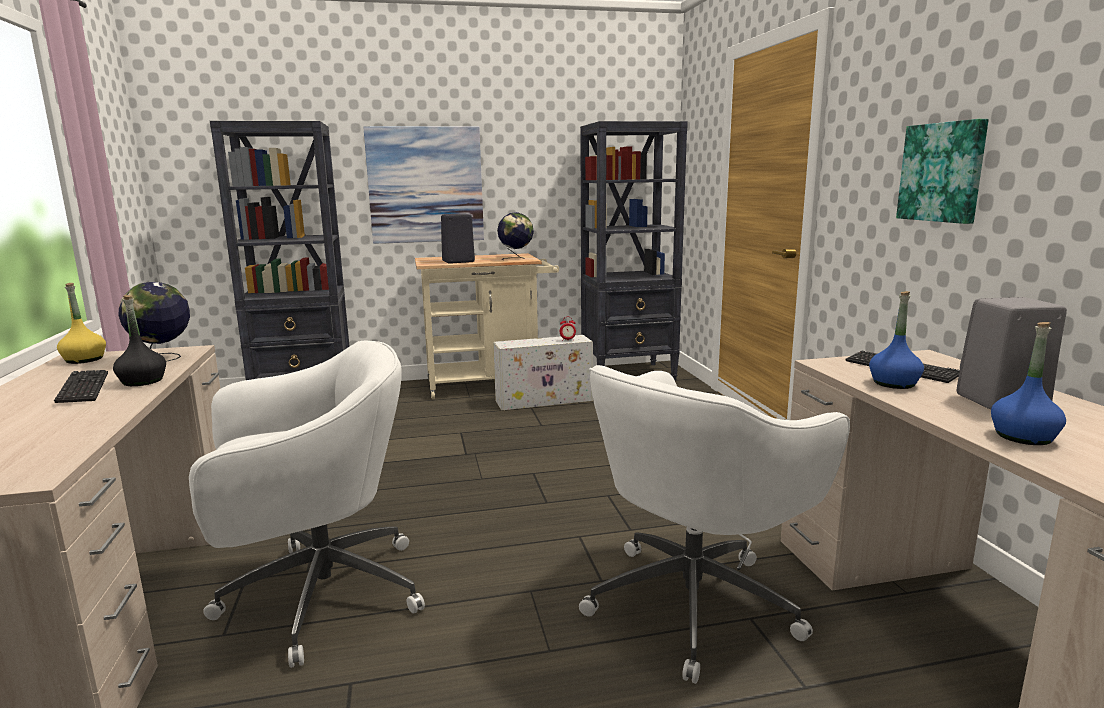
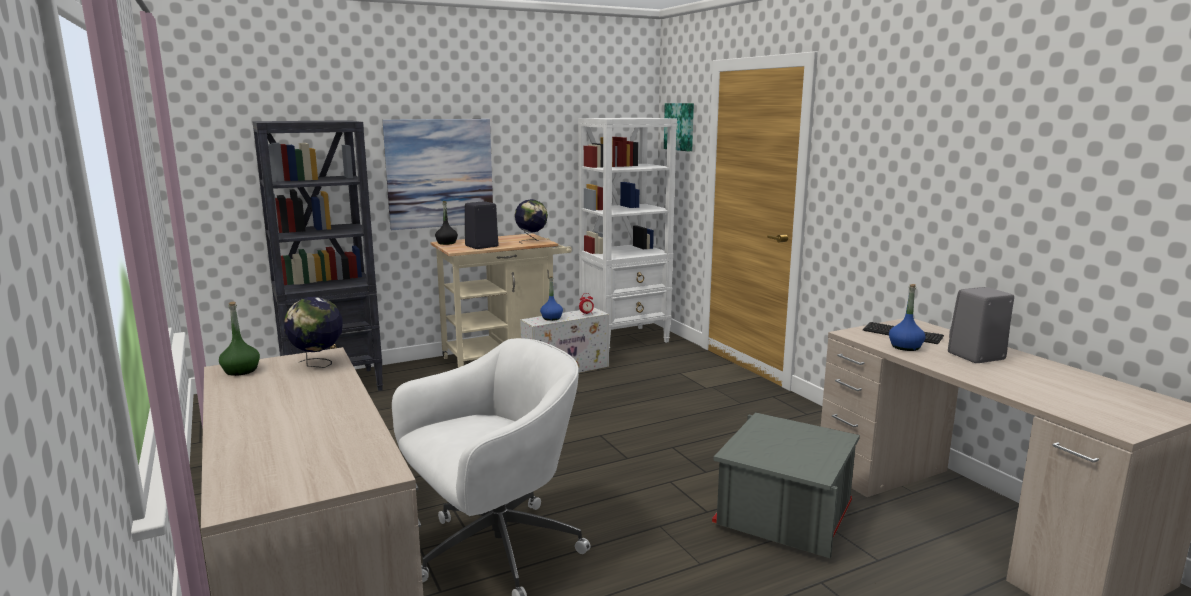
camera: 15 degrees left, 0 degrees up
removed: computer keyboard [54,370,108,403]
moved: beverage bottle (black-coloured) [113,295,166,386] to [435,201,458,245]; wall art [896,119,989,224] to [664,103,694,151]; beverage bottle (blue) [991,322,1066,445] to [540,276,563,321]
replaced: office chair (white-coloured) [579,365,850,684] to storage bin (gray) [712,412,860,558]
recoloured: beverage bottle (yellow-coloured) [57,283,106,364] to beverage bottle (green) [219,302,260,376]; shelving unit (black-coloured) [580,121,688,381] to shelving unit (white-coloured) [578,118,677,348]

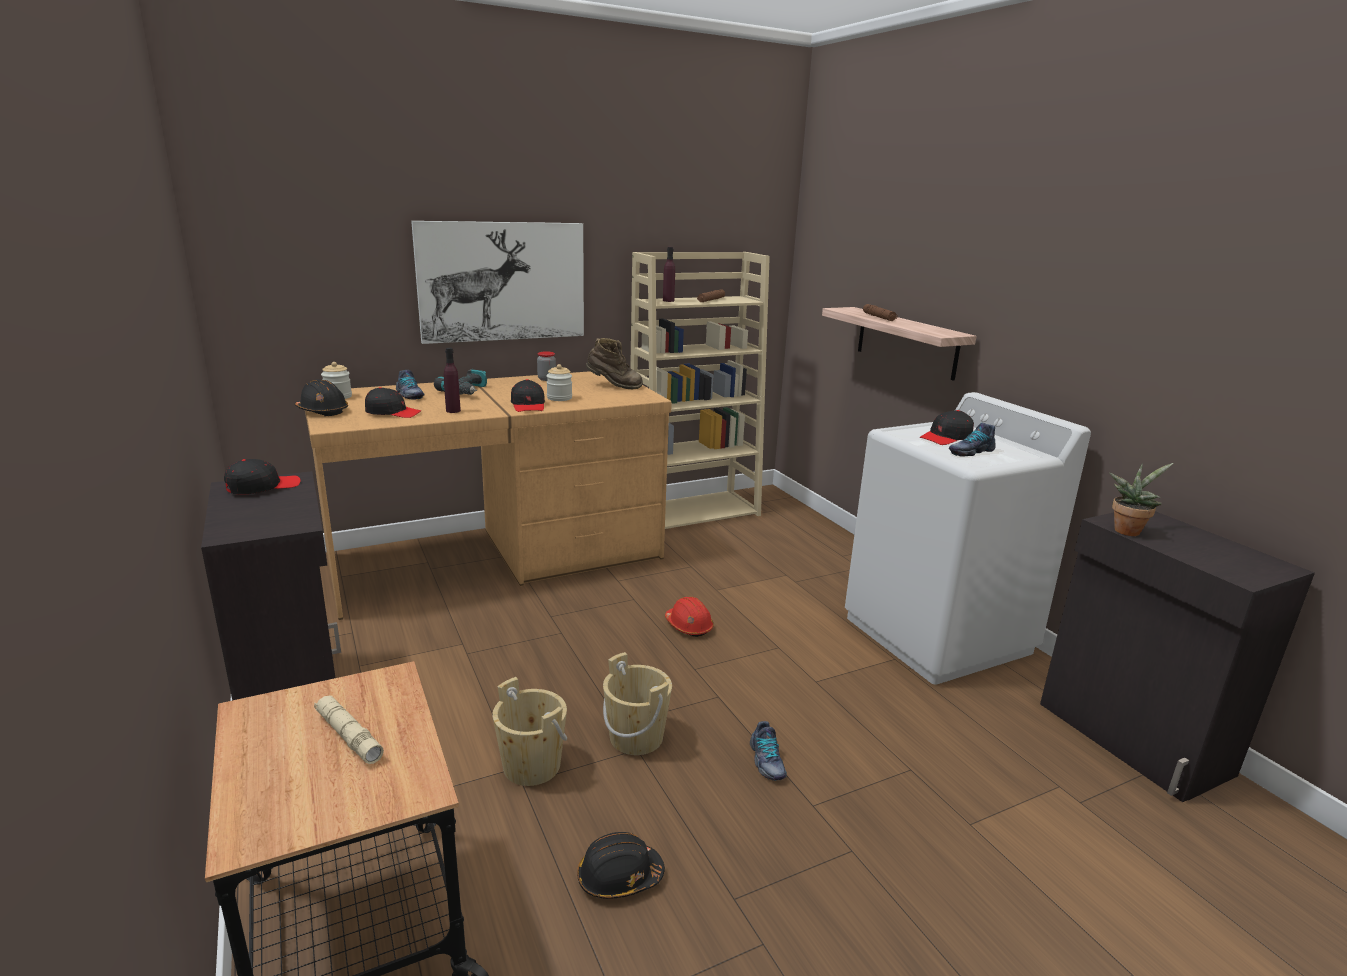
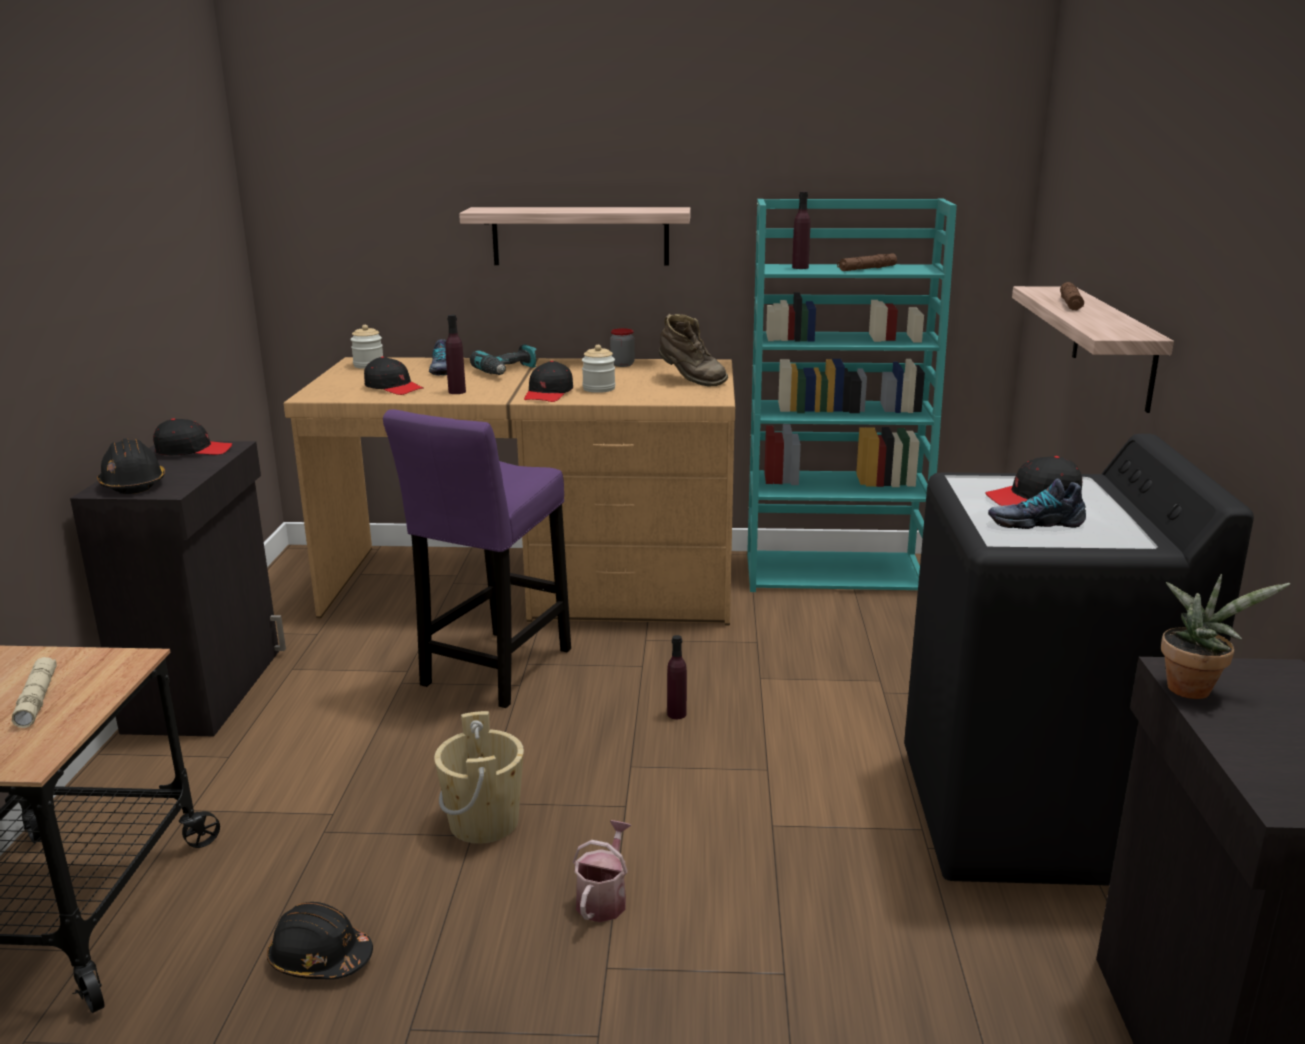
camera: 30 degrees right, 0 degrees up
removed: pail (beige) [492,677,567,786]
added: stool (purplish) [383,409,571,708]
moved: hard hat (black-coloured) [295,379,348,416] to [97,438,165,494]
replaced: wall art [411,221,584,344] to bracket shelf [459,207,691,266]; hard hat (red-coloured) [665,597,714,637] to beverage bottle (purplish) [667,635,687,719]; shoe [750,721,787,781] to sprinkling can [573,820,631,922]
recoloured: shelving unit (beige) [630,252,770,529] to shelving unit (turquoise-coloured) [747,199,957,592]; laundry appliance (white-coloured) [845,392,1091,685] to laundry appliance (black-coloured) [904,434,1254,886]

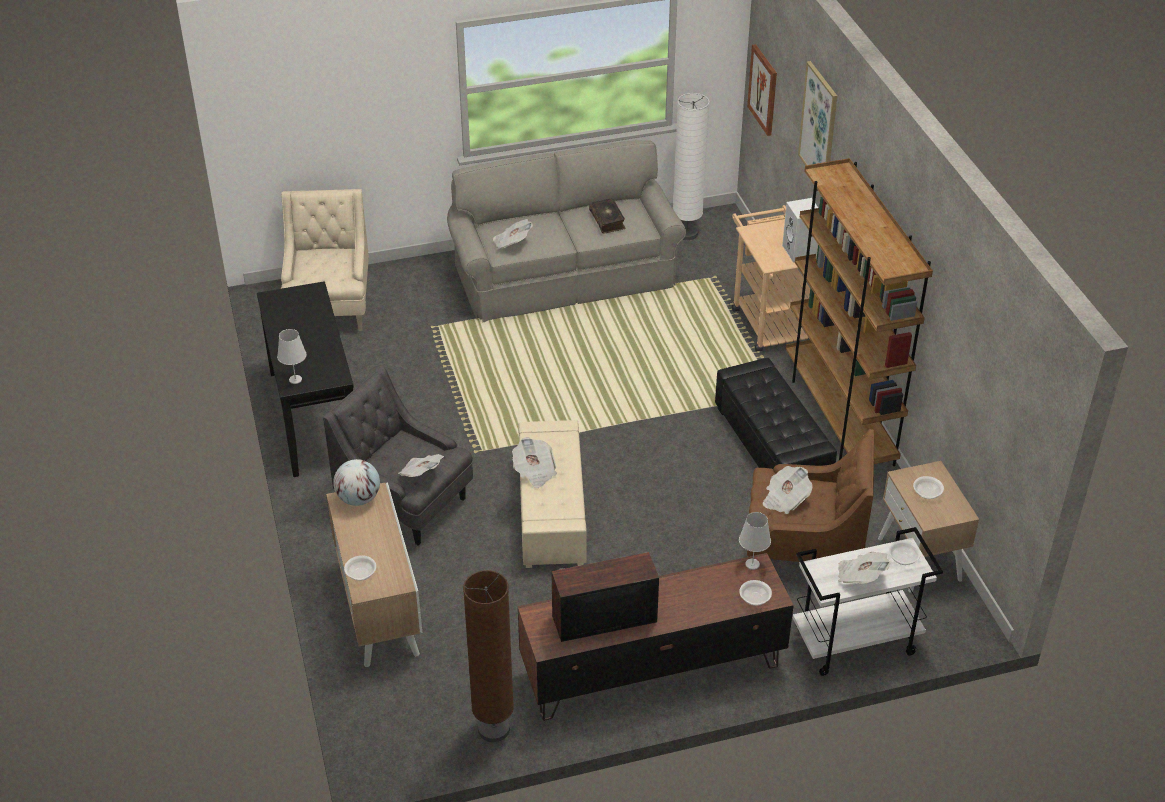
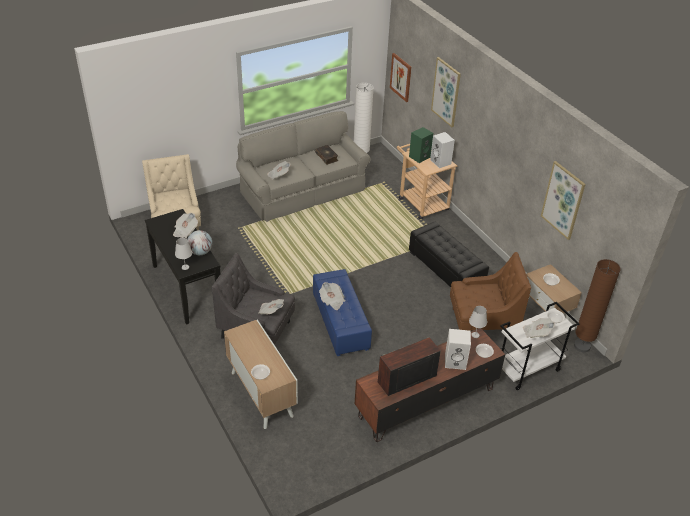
camera: 15 degrees left, 0 degrees up
removed: shelving unit (brownish) [786,158,933,466]
added: speaker (green) [409,127,433,163]; speaker (white-coloured) [445,329,471,370]; wall art [541,161,585,240]
moved: world globe [333,459,380,506] to [187,230,212,255]; standing lamp (brownish) [463,570,514,742] to [574,259,620,352]; daily paper [763,466,813,514] to [173,213,198,238]
recoloured: footrest (beige) [519,420,587,568] to footrest (blue) [313,269,372,356]

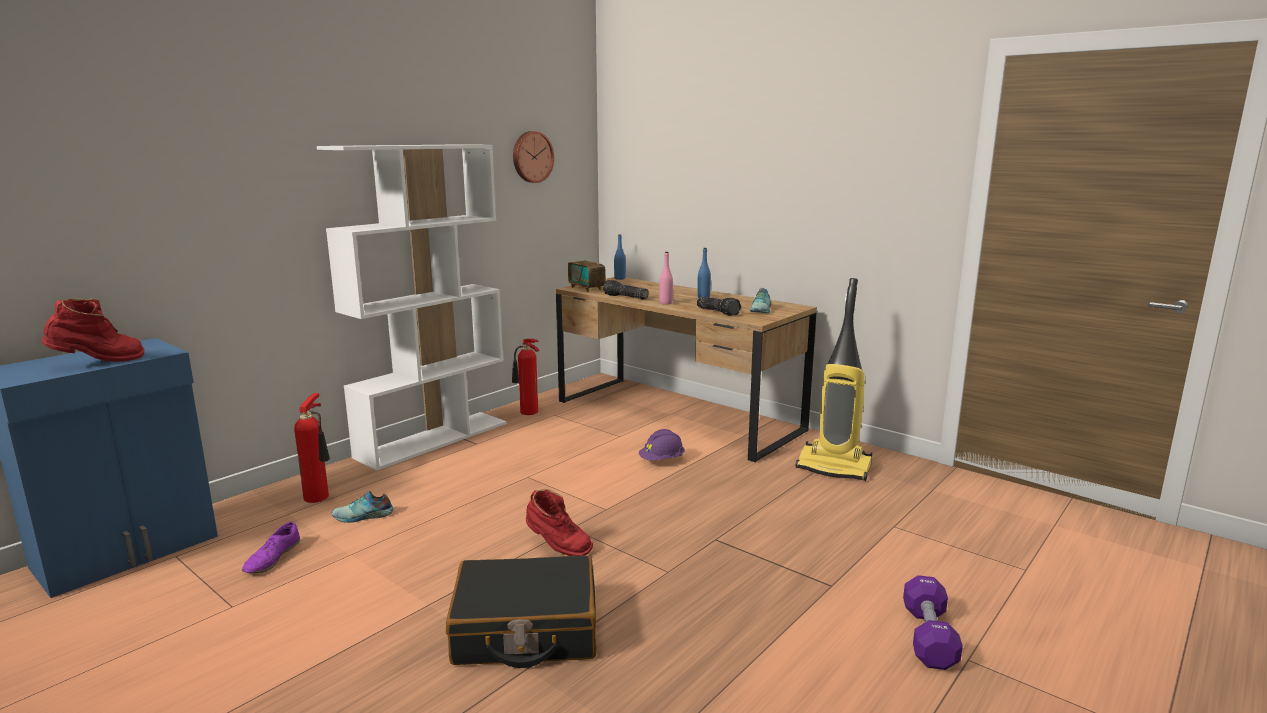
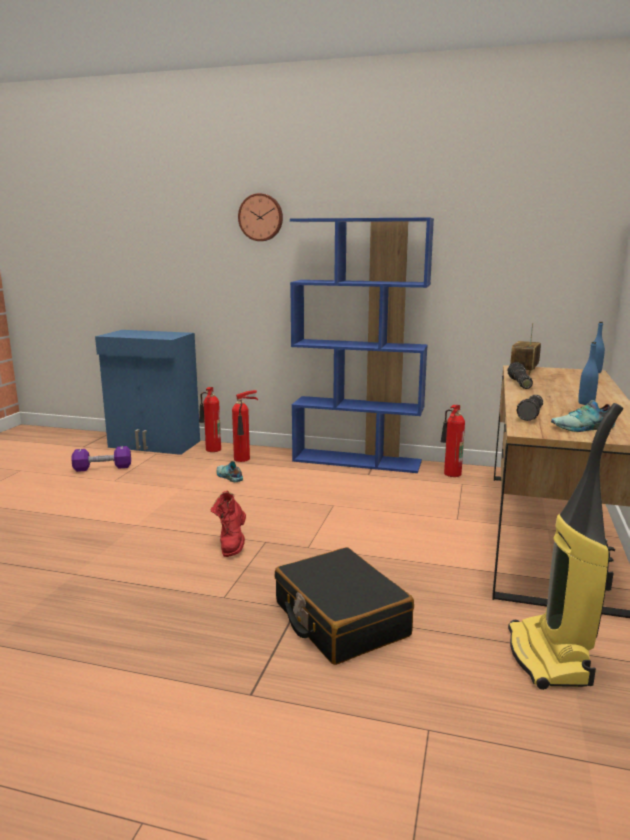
camera: 65 degrees right, 0 degrees up
removed: boot (red-coloured) [41,298,144,361]; shoe (purplish) [242,521,300,573]; hard hat (purplish) [639,429,685,460]; beverage bottle (pinkish) [659,252,673,305]
added: fire extinguisher [199,387,221,452]
moved: piece of luggage (black-coloured) [446,555,596,668] to [274,547,414,665]; clock on the wall [513,131,554,183] to [238,193,283,241]; free weight (purplish) [903,575,963,670] to [72,446,131,472]
recoloured: shelving unit (white-coloured) [317,144,506,471] to shelving unit (blue) [290,218,434,473]

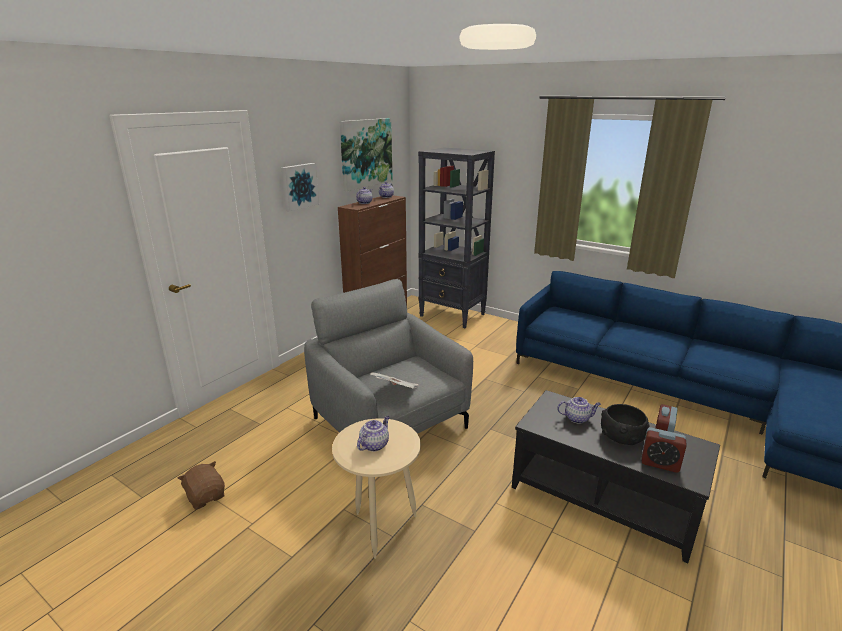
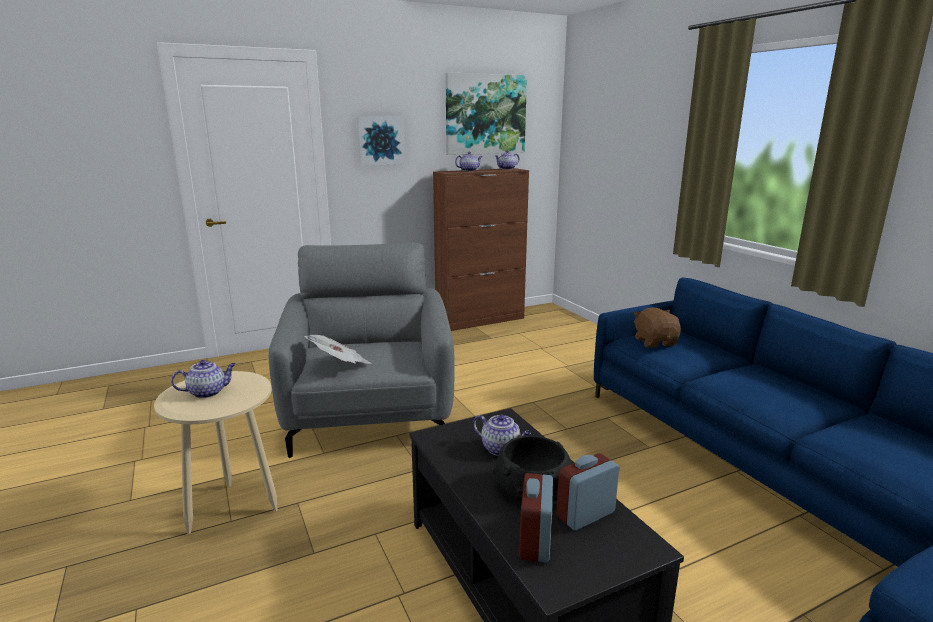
camera: 30 degrees right, 5 degrees down
removed: shelving unit (black-coloured) [418,148,495,328]
moved: cuddly toy (brownish) [178,461,225,510] to [633,307,681,348]
turned: alarm clock [641,427,687,473] = [519,473,553,562] 45 degrees clockwise

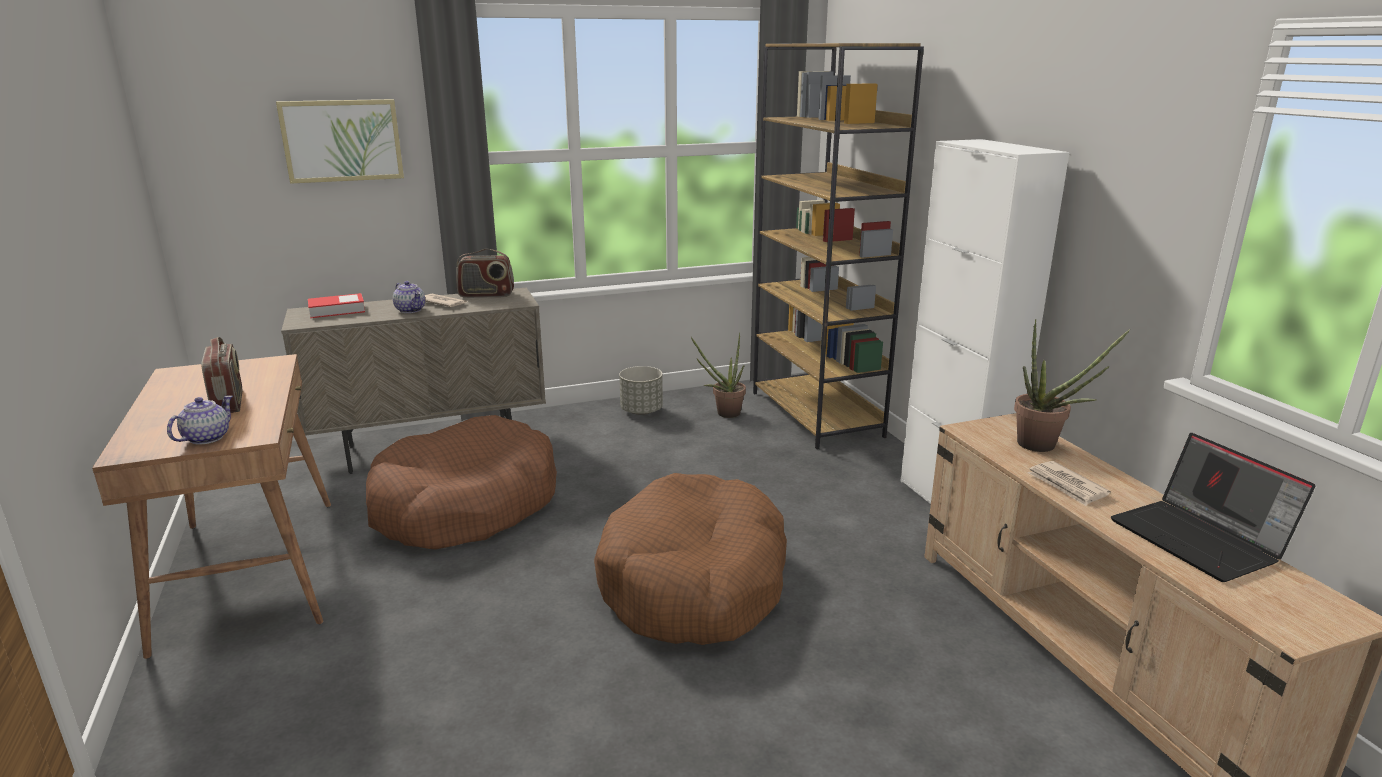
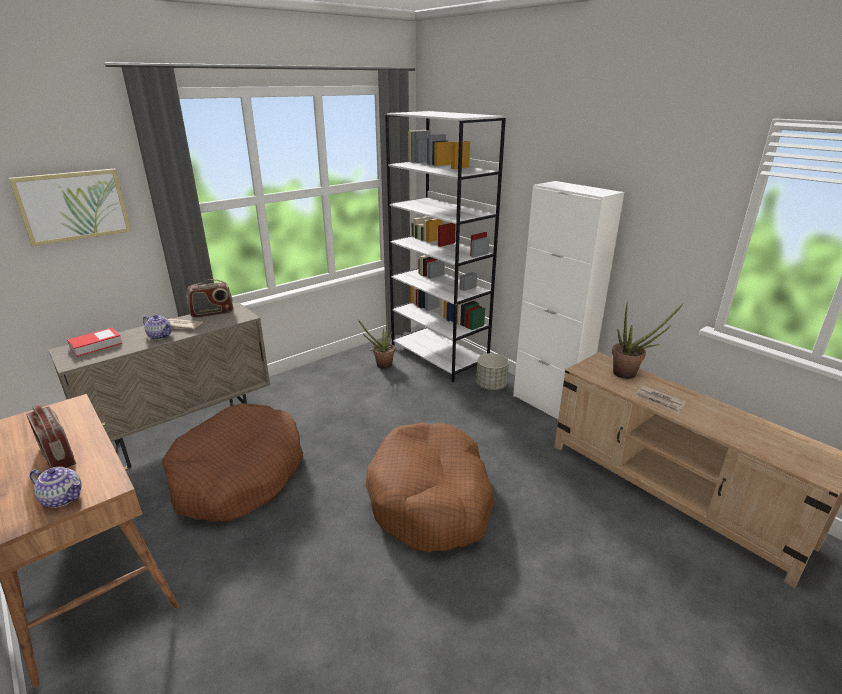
camera: 20 degrees left, 5 degrees up
removed: notebook computer [1111,433,1315,582]
moved: flower pot (gray) [619,366,663,415] to [476,353,509,390]
recoloured: shelving unit (brownish) [753,43,924,450] to shelving unit (white-coloured) [385,111,506,382]
turned: teapot [167,396,233,445] = [30,467,81,508] 105 degrees clockwise

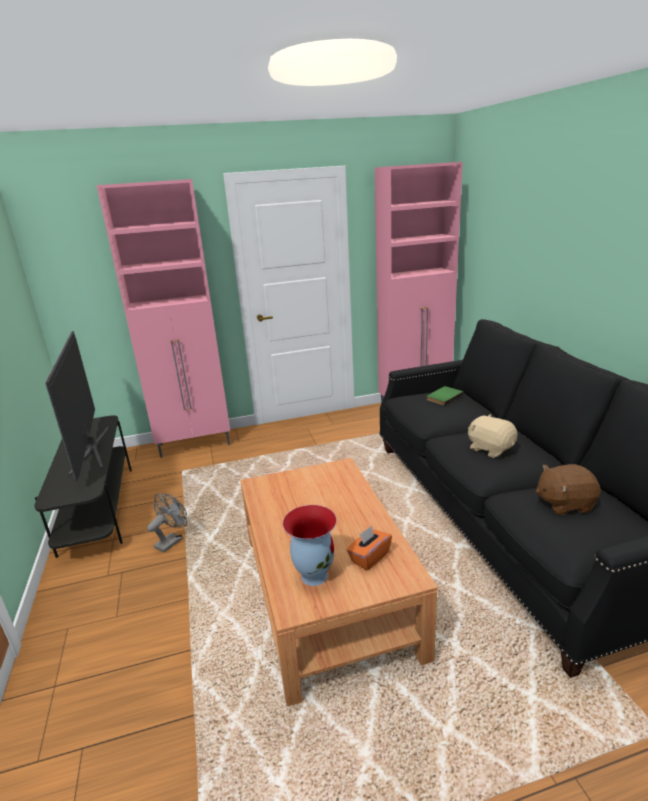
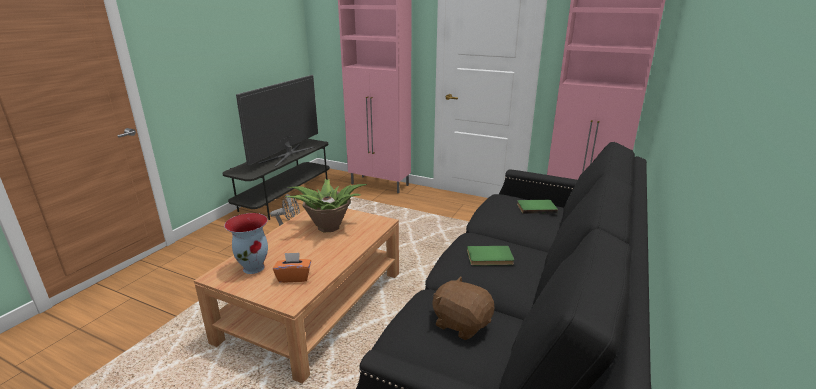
camera: 40 degrees right, 0 degrees up
added: potted plant [285,179,367,232]
replaced: cuddly toy (beige) [468,414,517,458] to bound book (green) [467,246,514,266]

